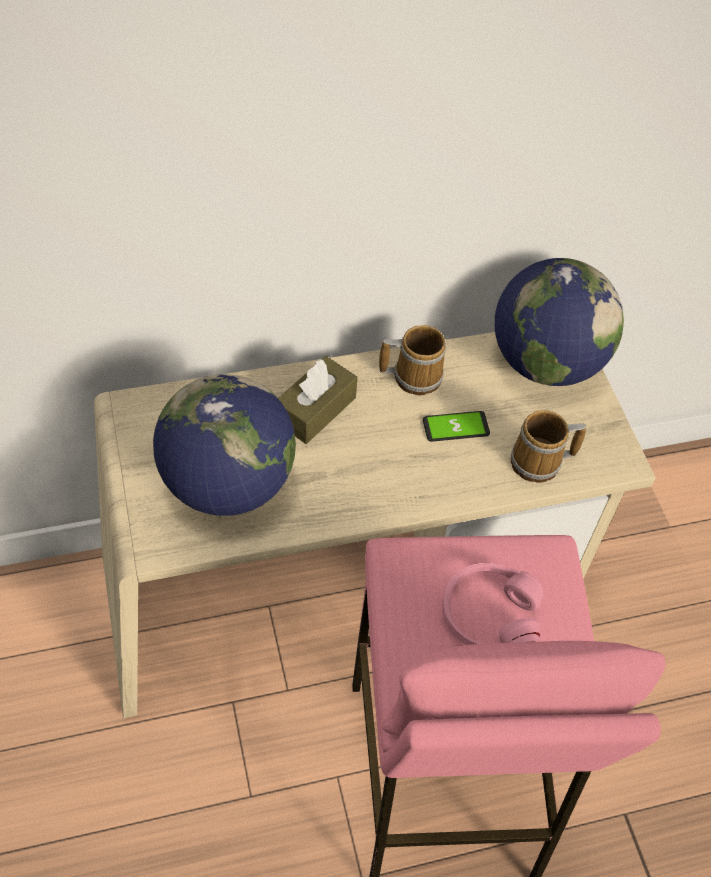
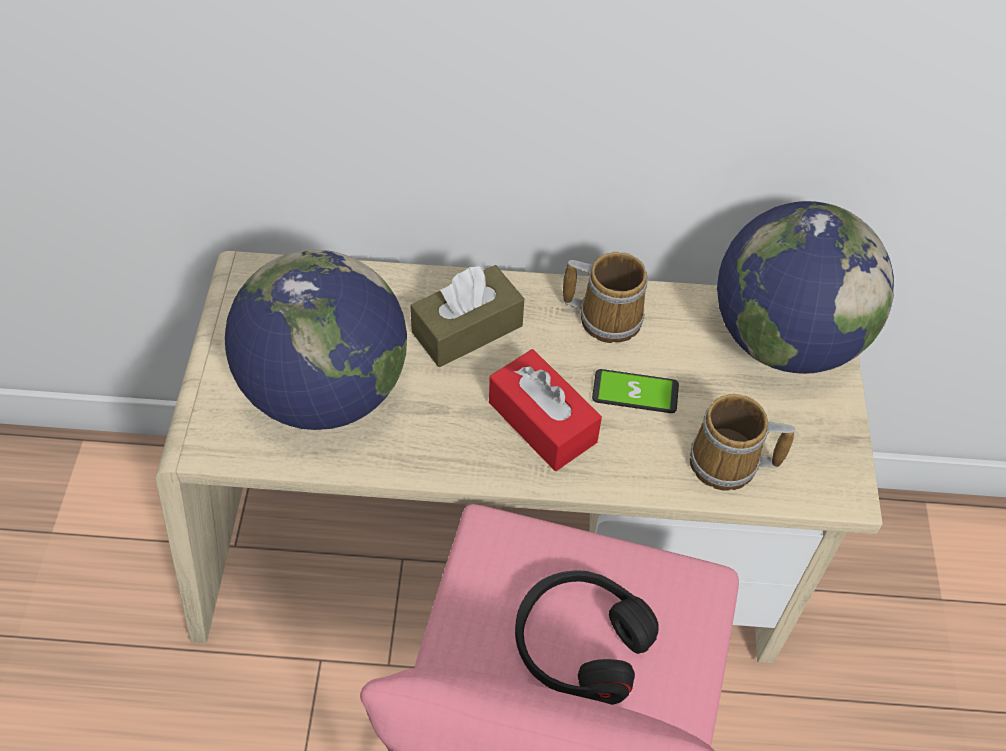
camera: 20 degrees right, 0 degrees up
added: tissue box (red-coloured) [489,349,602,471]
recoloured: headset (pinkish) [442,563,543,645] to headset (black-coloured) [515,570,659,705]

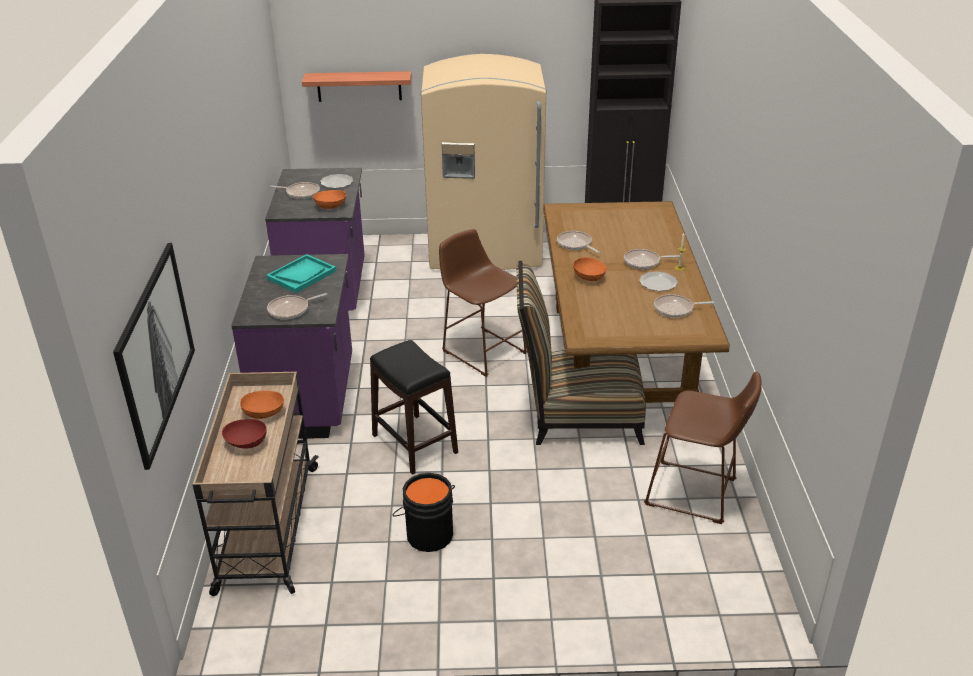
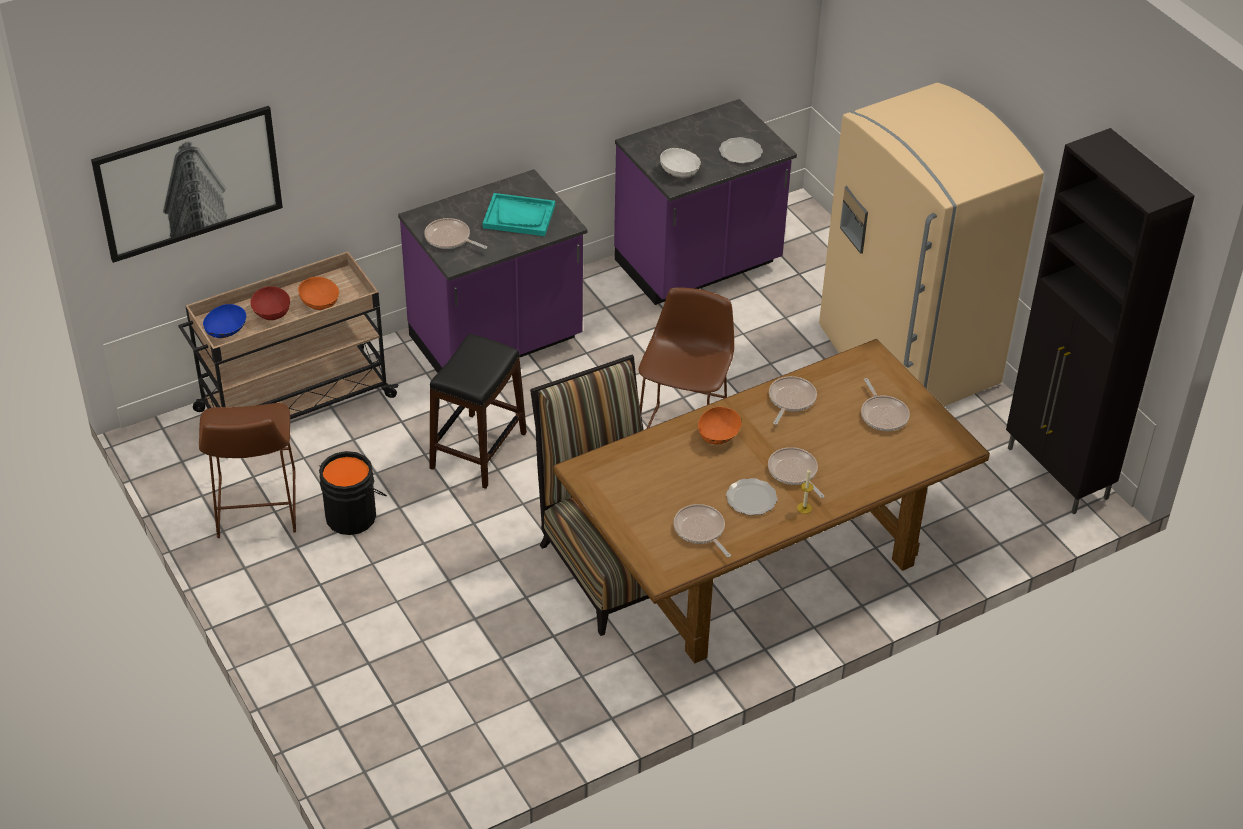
camera: 60 degrees right, 10 degrees up
removed: bracket shelf [302,71,411,102]
added: bowl (blue) [203,304,247,338]
moved: frying pan [270,182,320,199] to [861,378,910,431]; stool (brownish) [644,371,762,524] to [199,403,296,538]
recoloured: bowl (orange) [313,190,346,209] to bowl (white-coloured) [660,148,701,178]

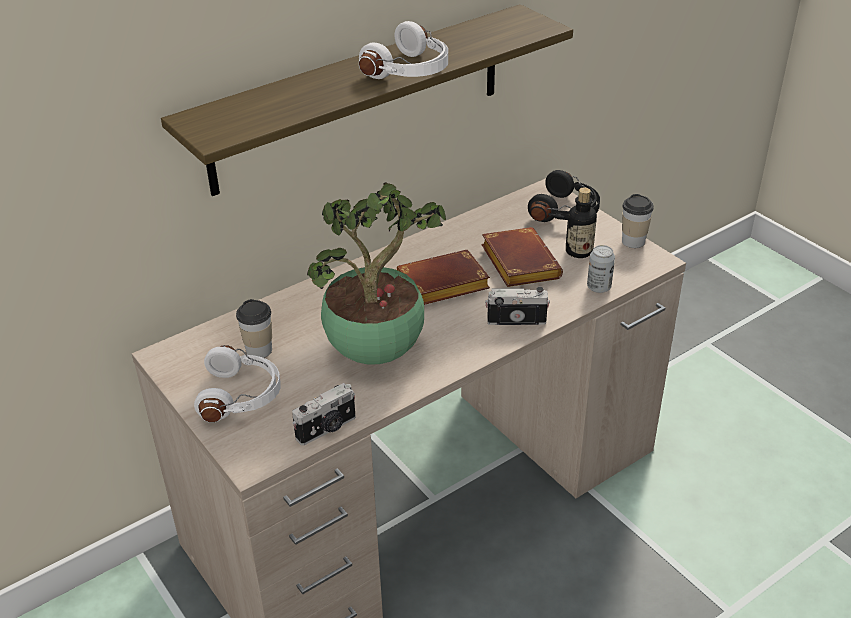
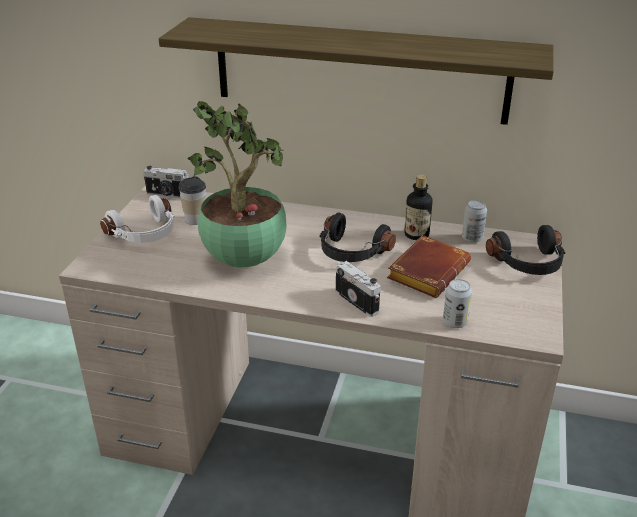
camera: 50 degrees right, 5 degrees down
removed: headset (white-coloured) [359,21,448,79]; cup [622,194,654,248]
added: sealed can [462,200,487,243]
moved: still camera [292,383,356,446] to [144,166,189,199]; beverage bottle [566,187,597,258] to [404,174,432,240]
replaced: bound book (brownish) [397,250,490,305] to headset (black-coloured) [319,212,396,262]

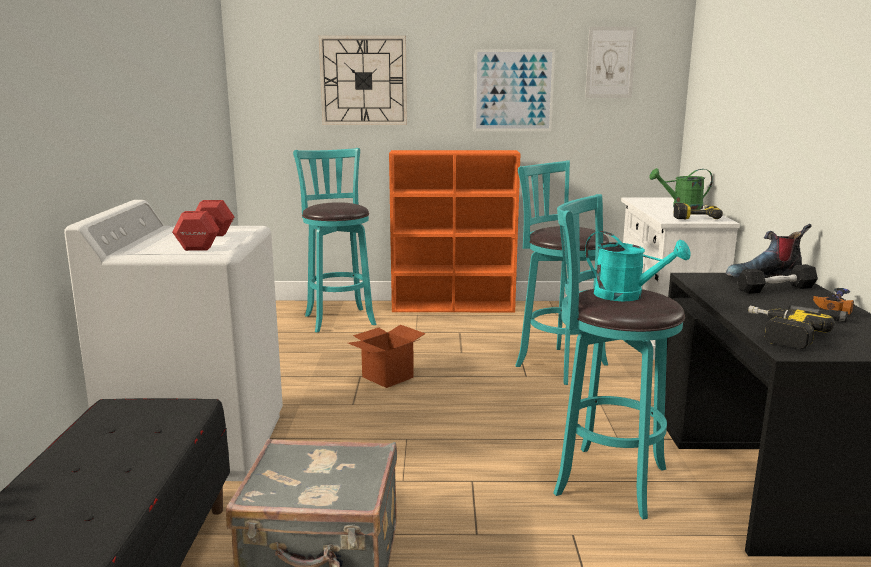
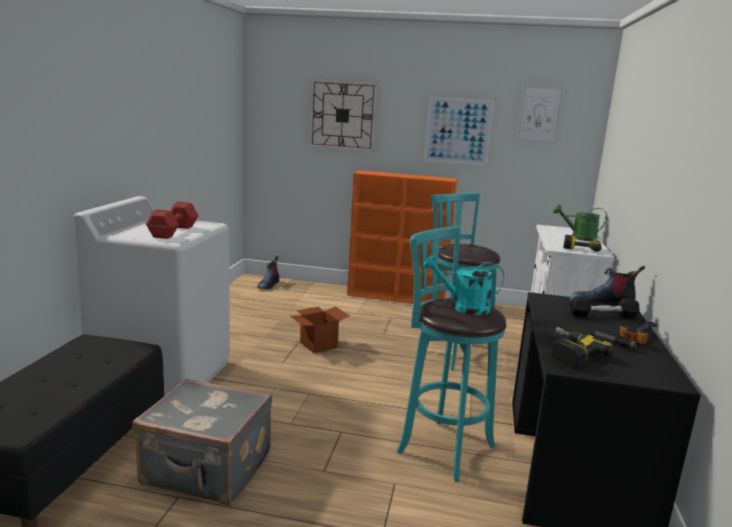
camera: 10 degrees right, 0 degrees up
removed: stool (turquoise-coloured) [293,148,376,332]
added: boot [257,256,279,289]
turned: sprinkling can (turquoise-coloured) [585,231,691,301] = [423,255,504,315] 150 degrees clockwise

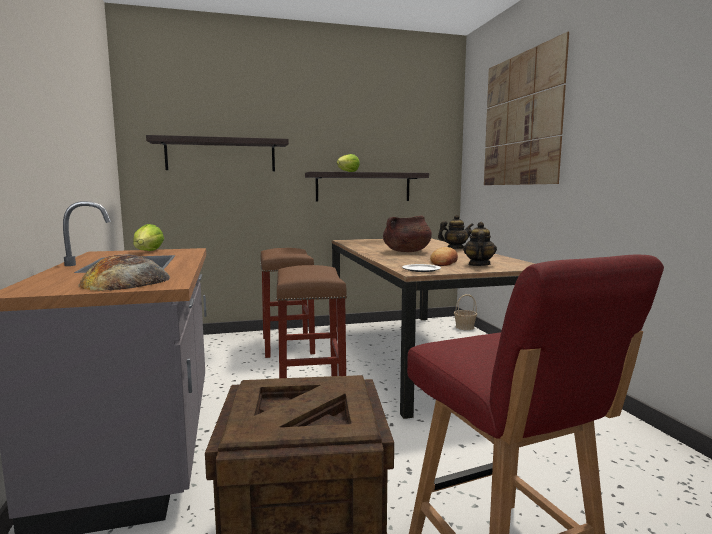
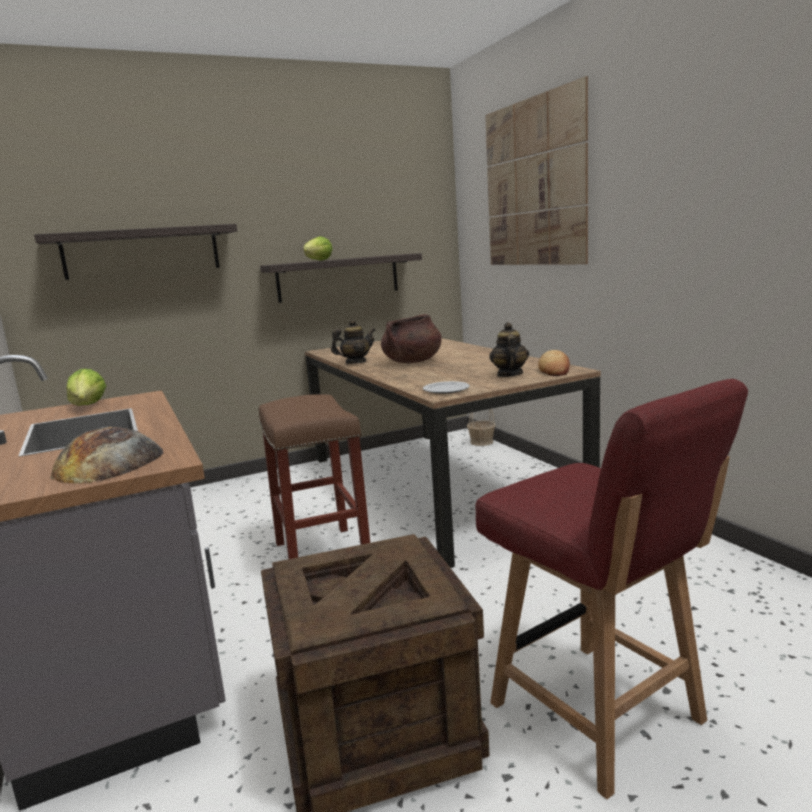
camera: 10 degrees left, 5 degrees up
removed: stool (brownish) [260,248,315,358]
moved: bread [430,247,458,266] to [538,350,570,376]; teapot [438,215,474,249] to [331,319,376,364]

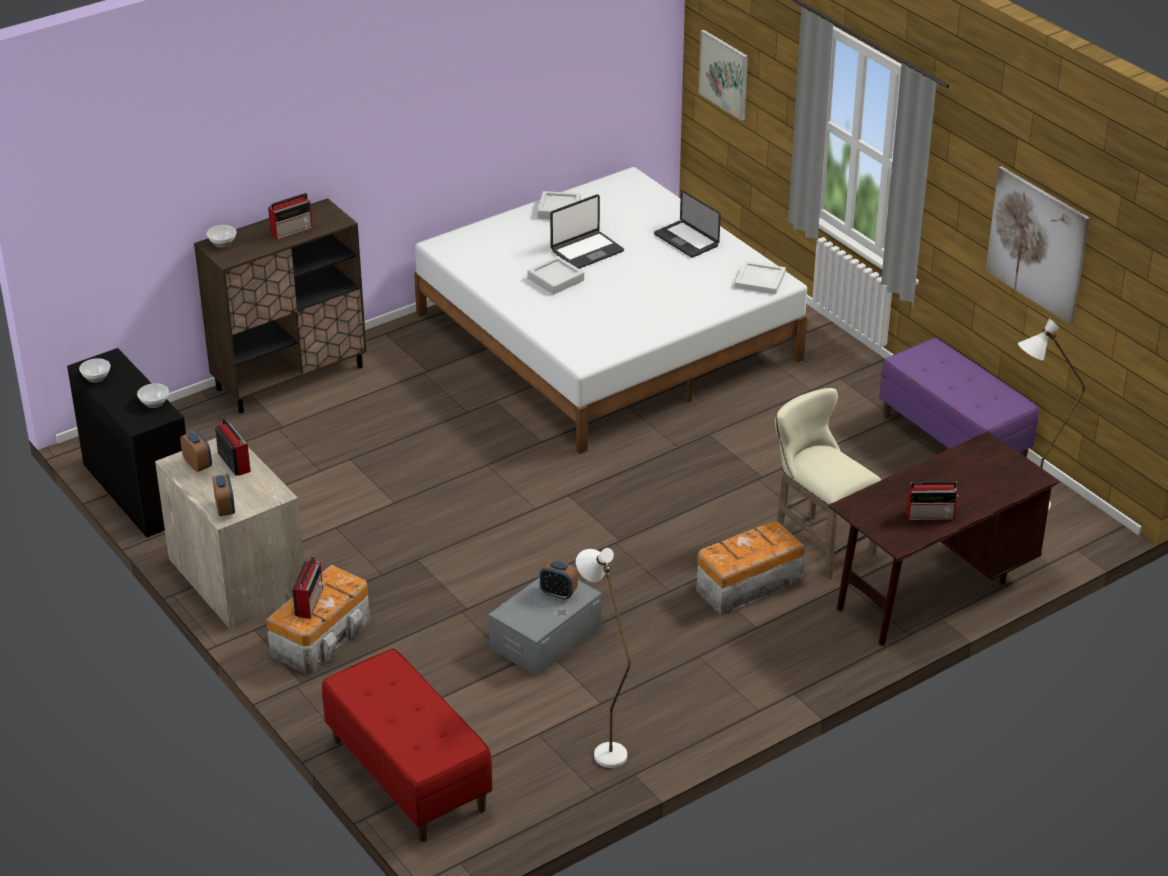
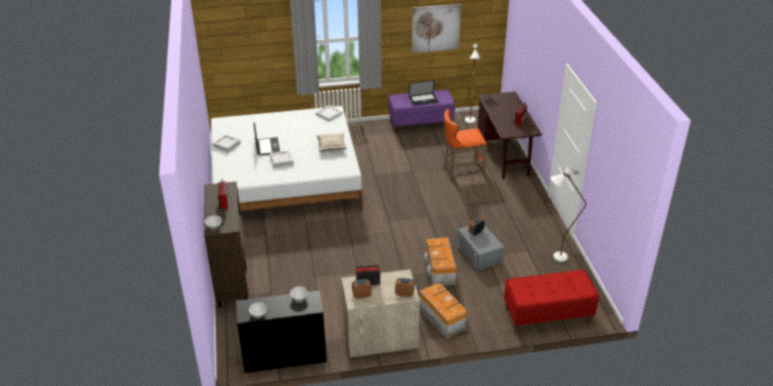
camera: 65 degrees left, 0 degrees up
removed: radio set [292,556,323,619]; wall art [699,30,748,121]
added: throw pillow [317,133,347,152]
moved: notebook computer [654,190,721,258] to [409,80,438,105]; storage bin [696,521,805,616] to [424,237,457,286]
recoloured: stool (beige) [775,388,881,580] to stool (orange) [444,109,487,179]

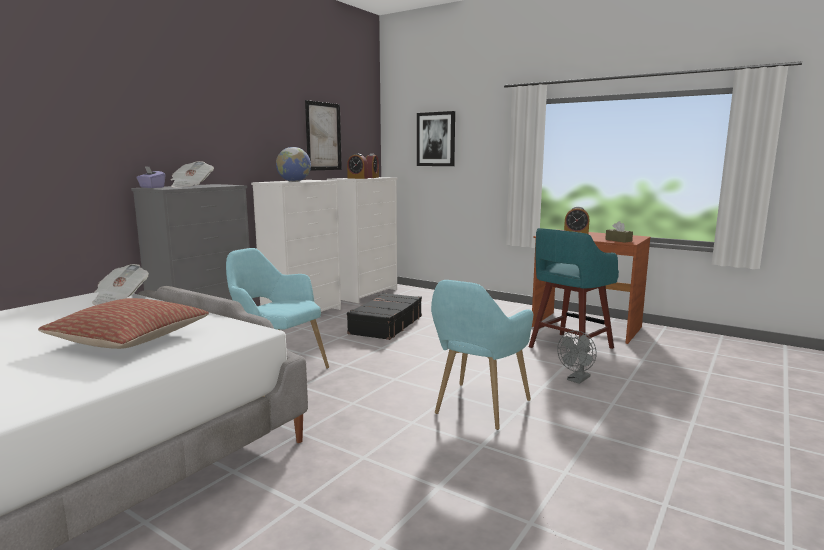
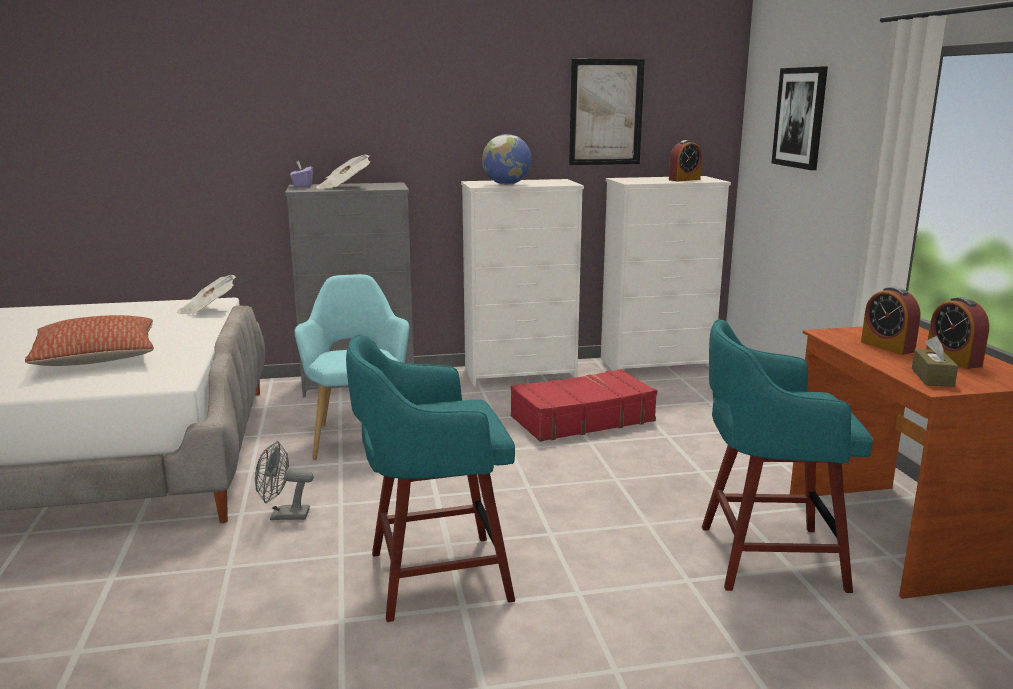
camera: 45 degrees right, 5 degrees up
moved: alarm clock [347,153,368,179] to [926,297,989,369]; electric fan (gray) [557,331,597,384] to [255,441,314,520]
replaced: easy chair (turquoise-coloured) [431,280,533,430] to stool (turquoise-coloured) [346,334,515,622]
recoloured: piece of luggage (black-coloured) [347,293,422,340] to piece of luggage (red-coloured) [511,369,657,442]

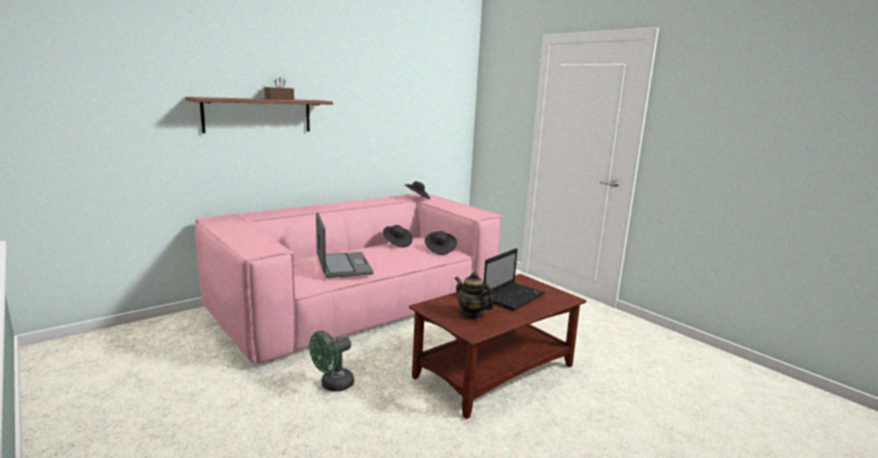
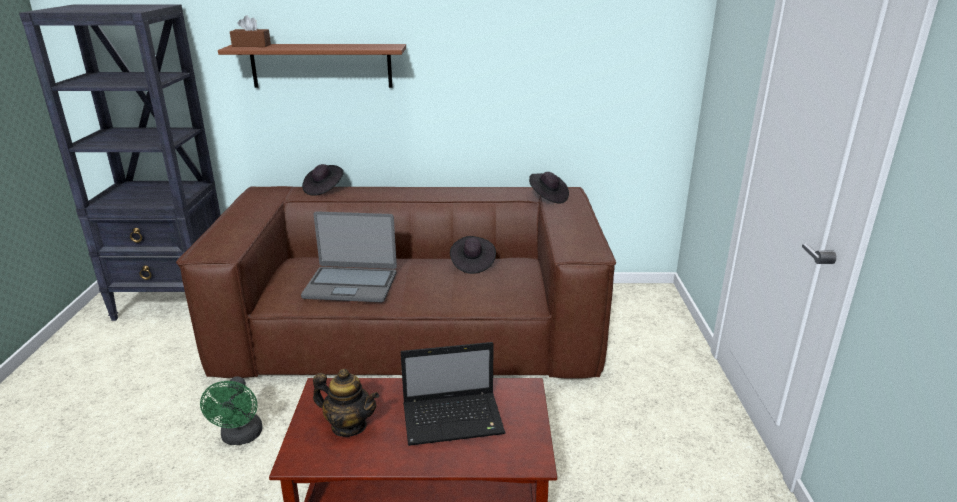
camera: 40 degrees right, 10 degrees up
added: shelving unit (black-coloured) [19,4,221,321]
moved: tissue box (brownish) [264,77,294,100] to [230,15,271,47]; hat (black-coloured) [425,231,457,255] to [302,164,343,196]
recoloured: sofa (pinkish) [195,193,503,365] to sofa (brownish) [176,186,616,379]
turned: electric fan (green) [309,331,354,392] = [200,376,262,445] 90 degrees counterclockwise; notebook computer [316,212,373,278] = [301,211,397,302] 75 degrees clockwise; teapot [455,271,494,319] = [313,369,379,437] 120 degrees clockwise

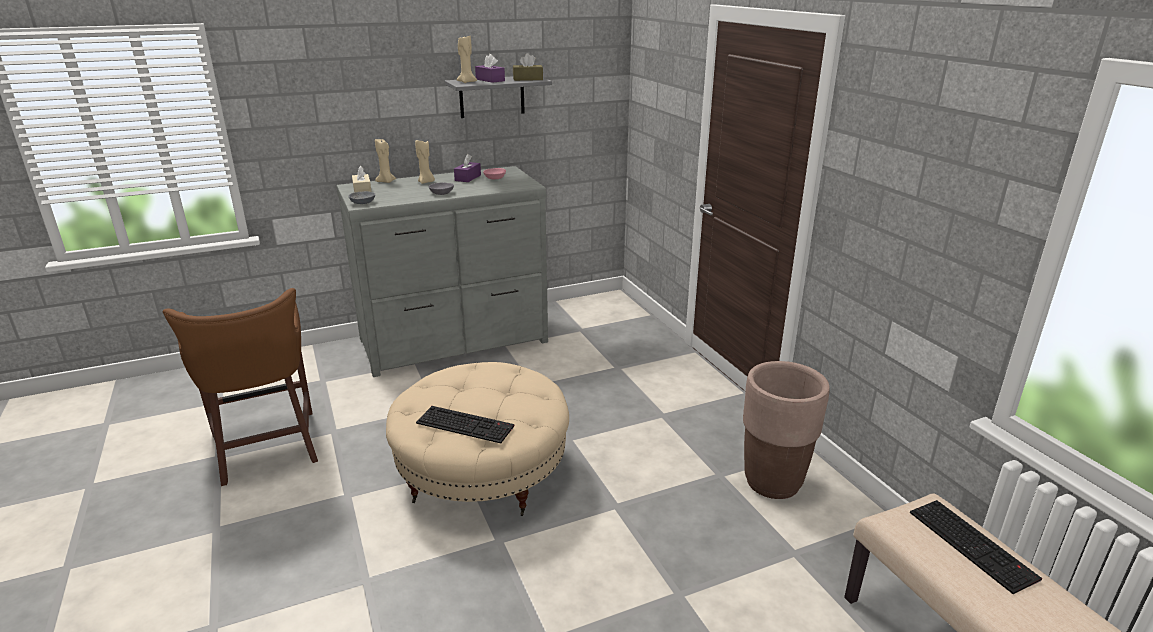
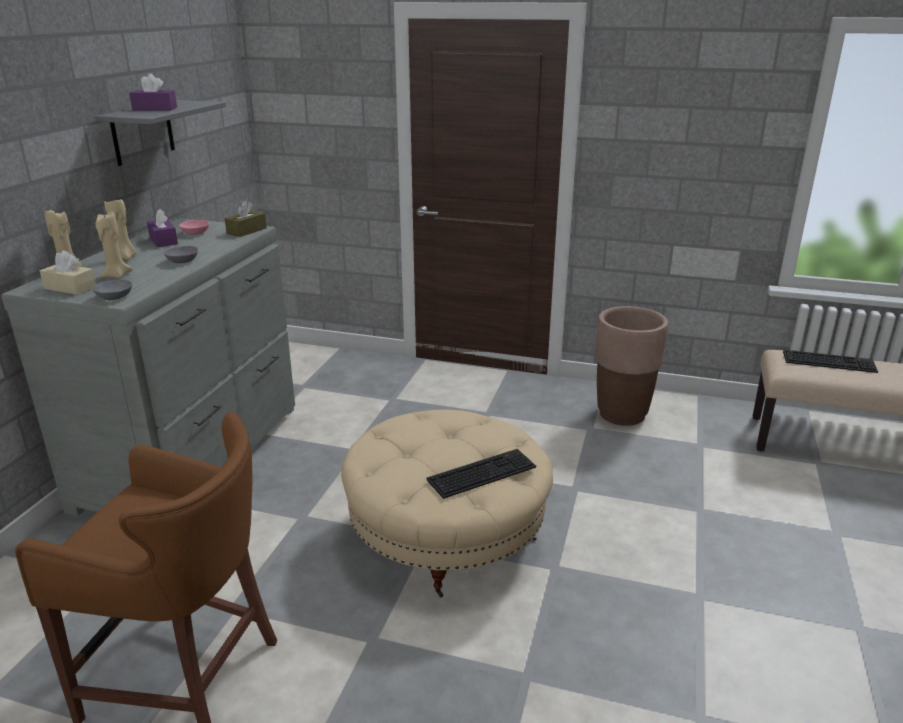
camera: 50 degrees left, 0 degrees up
moved: candle (beige) [456,36,477,83] to [96,211,133,278]; tissue box (brownish) [513,53,543,81] to [225,200,267,237]

